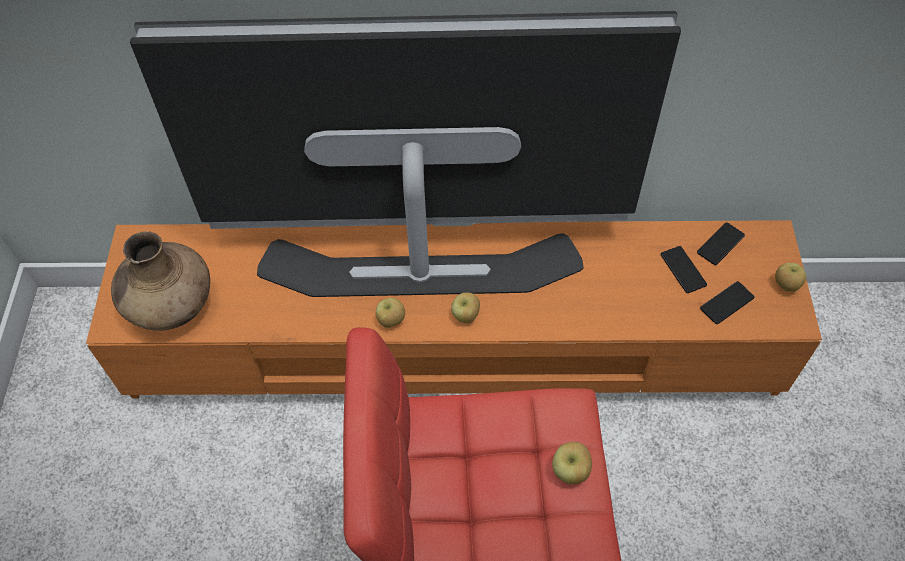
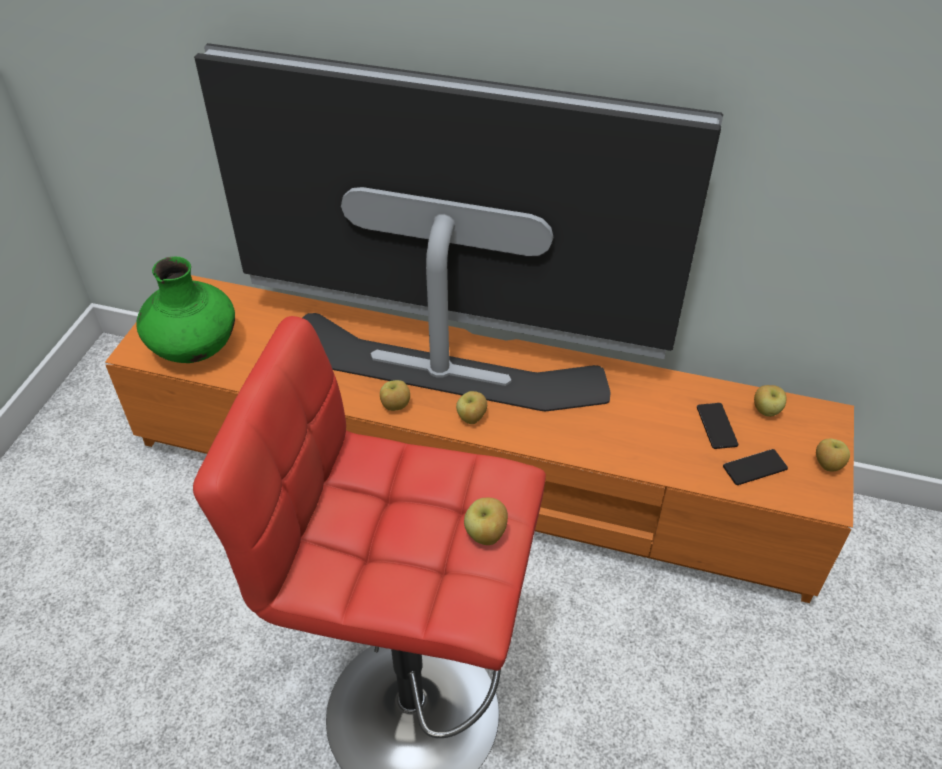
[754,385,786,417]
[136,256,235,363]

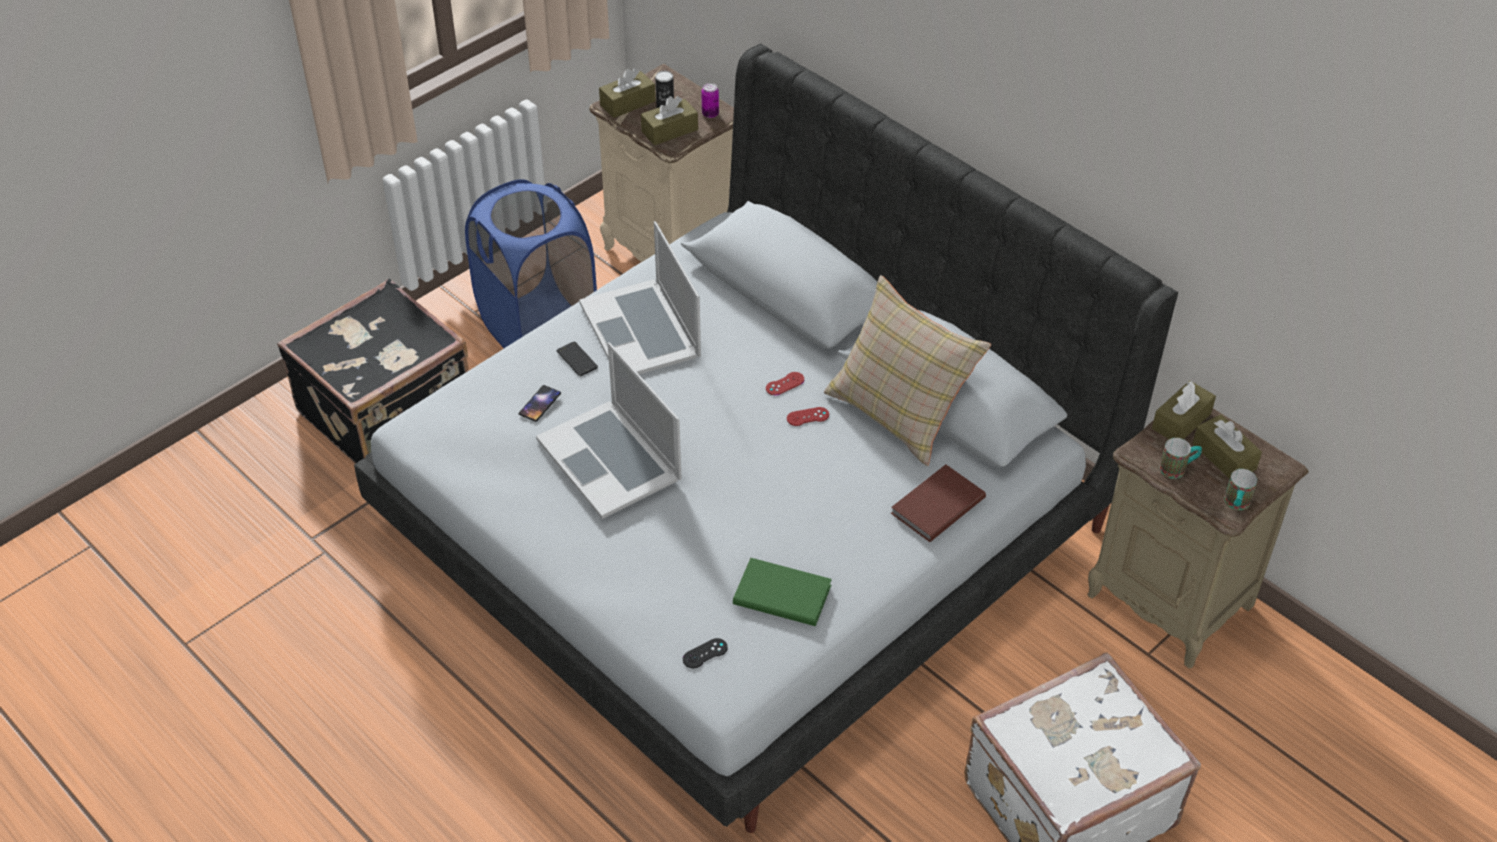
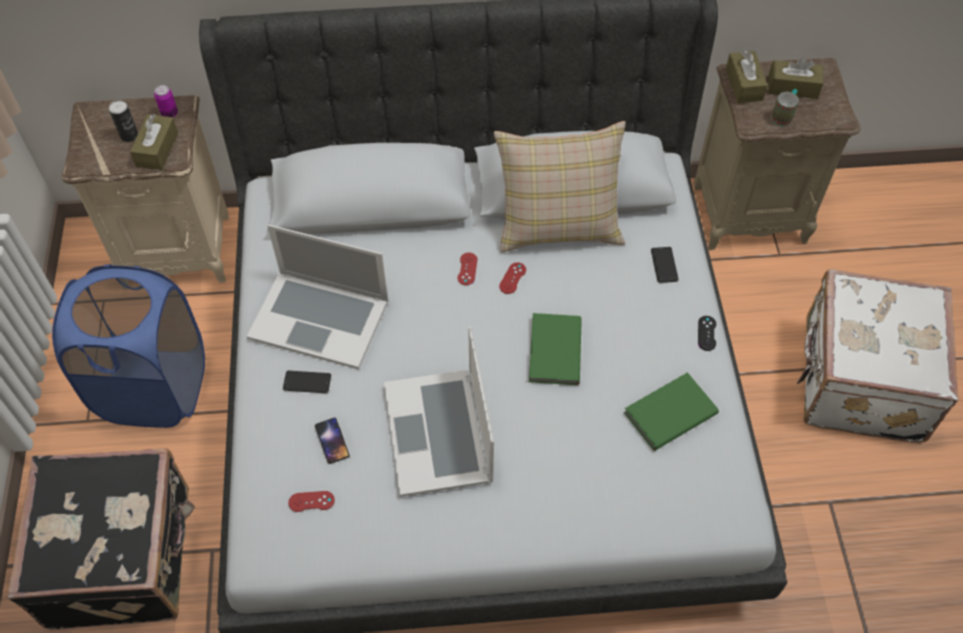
[599,68,656,118] (first image)
[384,327,494,497]
[651,247,679,283]
[1224,469,1257,510] (first image)
[698,316,716,351]
[529,313,582,385]
[288,491,335,512]

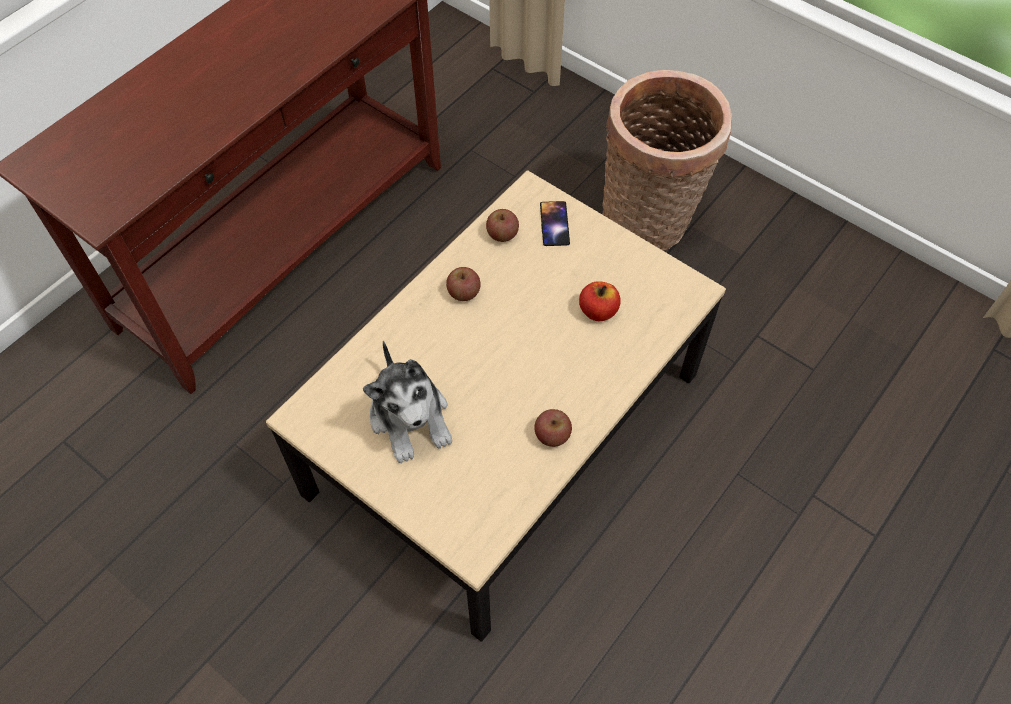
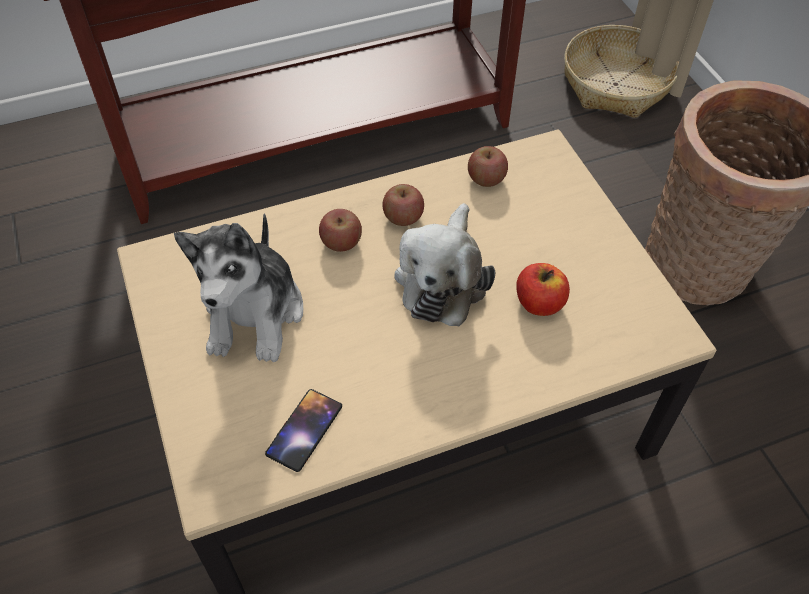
[265,389,342,472]
[319,209,362,252]
[564,25,679,118]
[394,203,496,326]

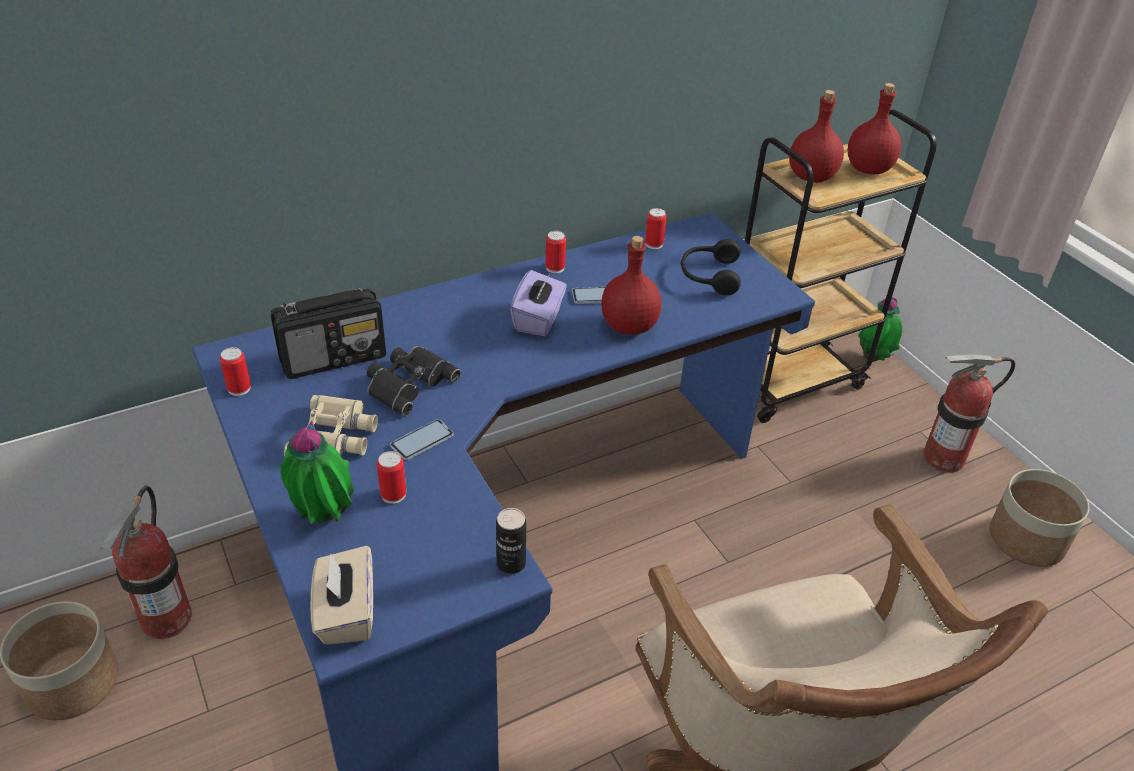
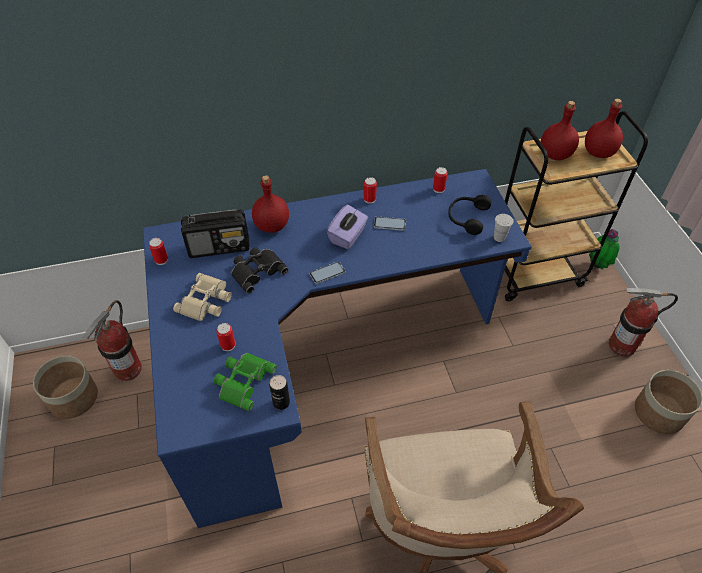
[252,175,289,233]
[309,261,345,284]
[280,421,355,524] (first image)
[311,546,373,645] (first image)
[494,214,513,242]
[213,353,277,411]

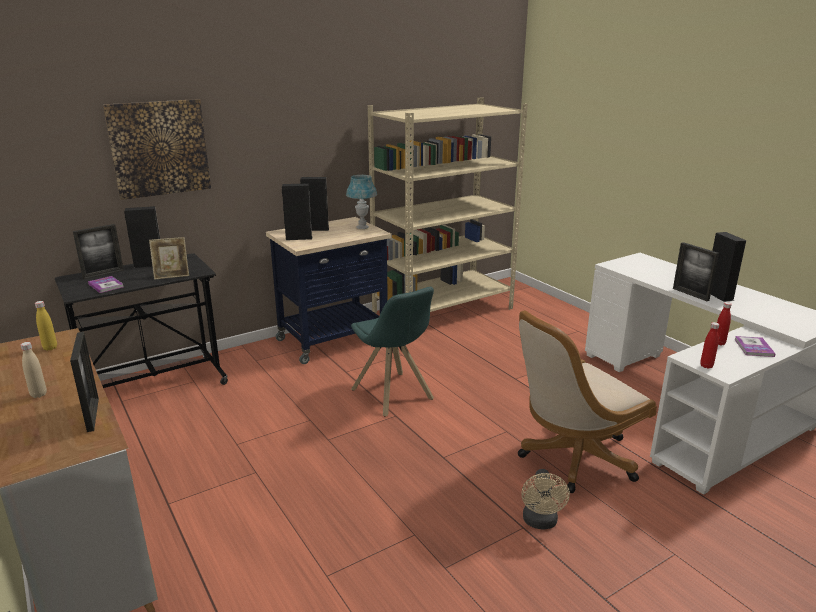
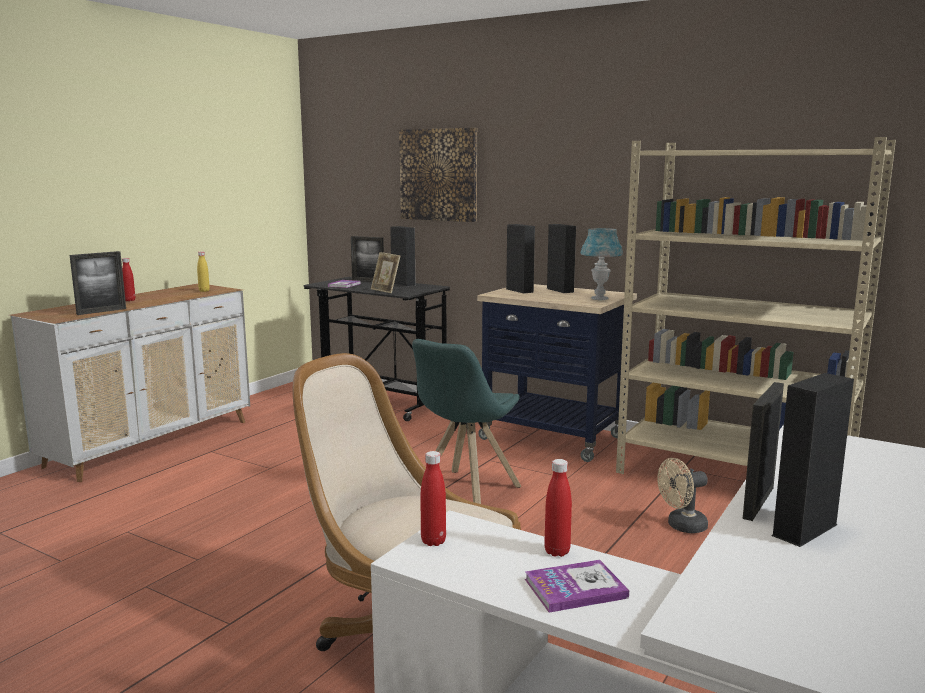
[122,258,135,301]
[657,458,708,533]

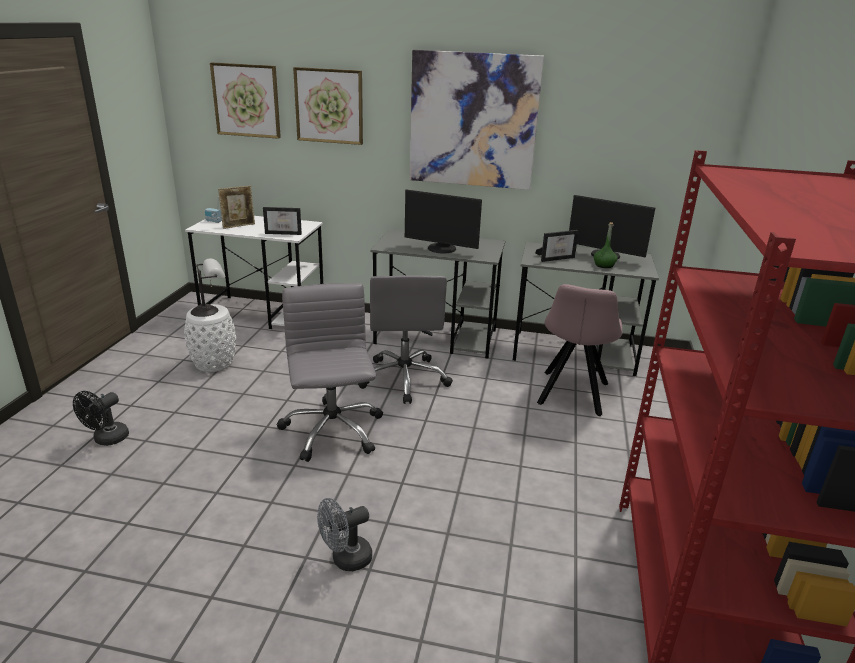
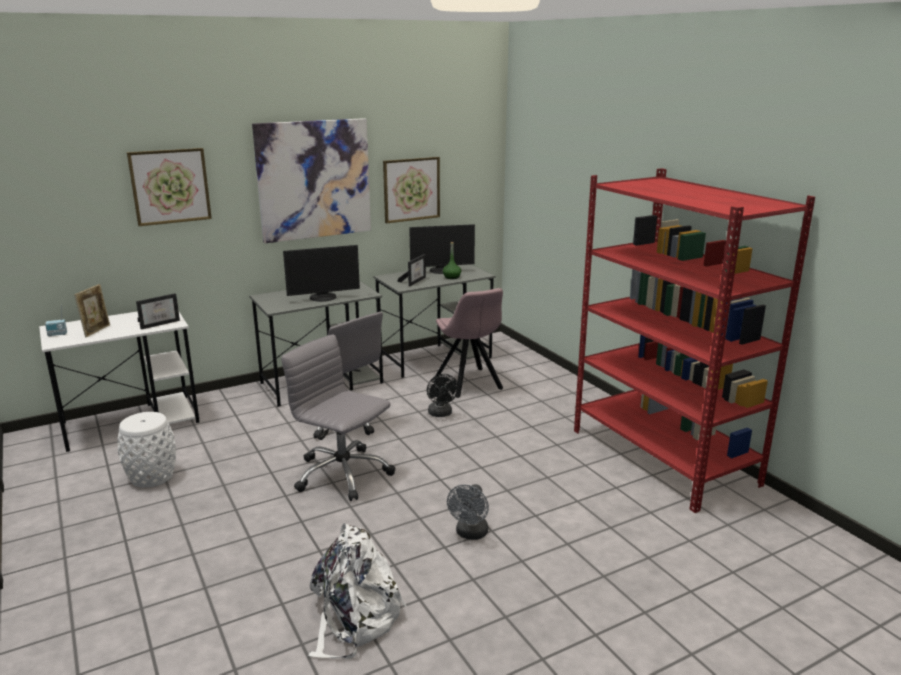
[383,157,440,223]
[191,258,225,317] (first image)
[427,374,459,417]
[308,523,407,659]

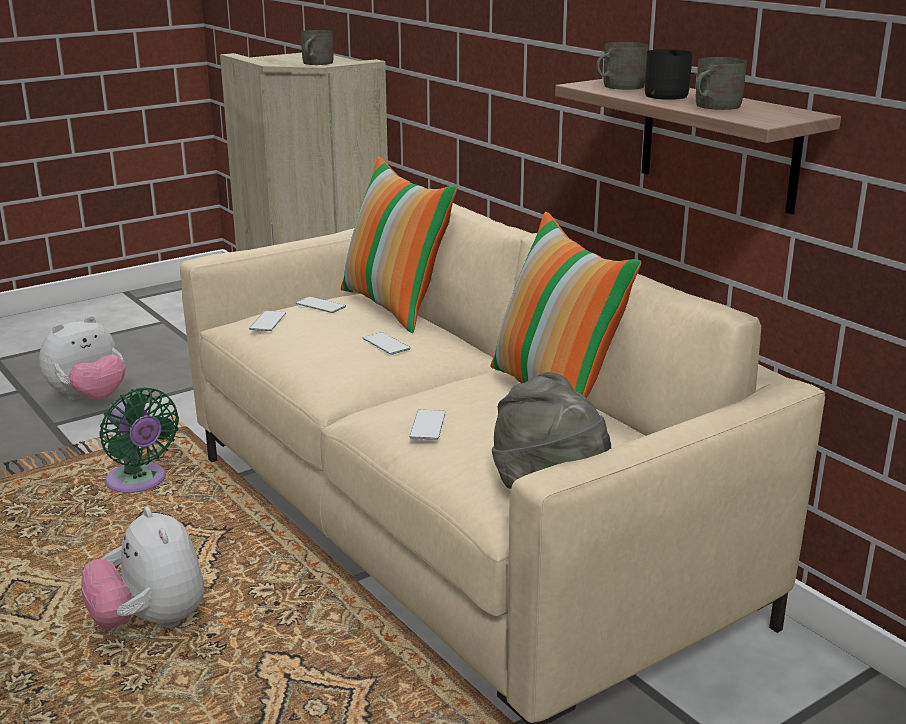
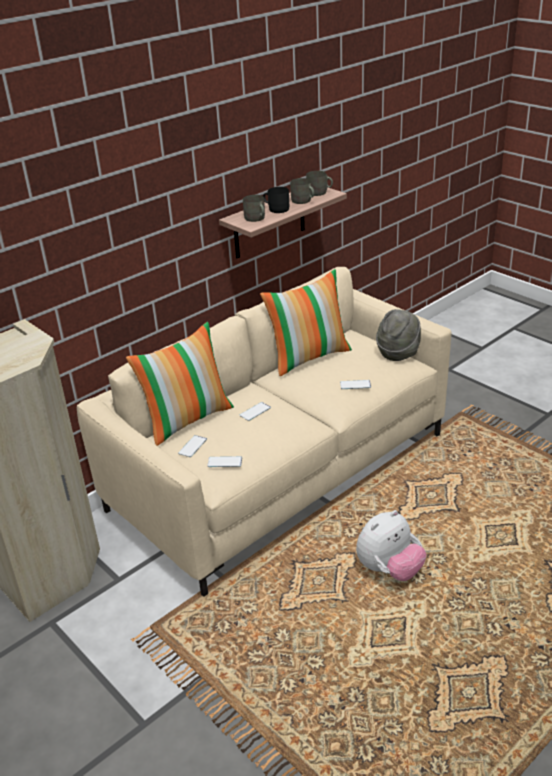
[306,171,333,196]
[39,316,125,400] (first image)
[99,387,179,493] (first image)

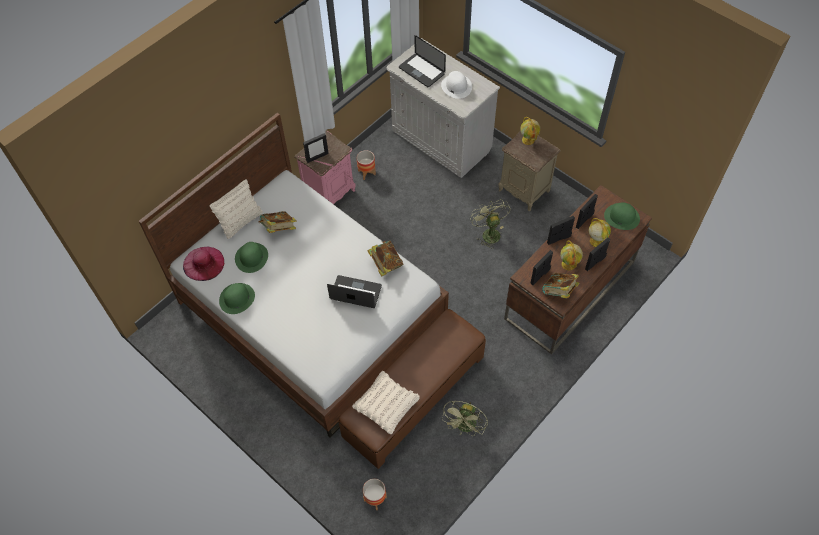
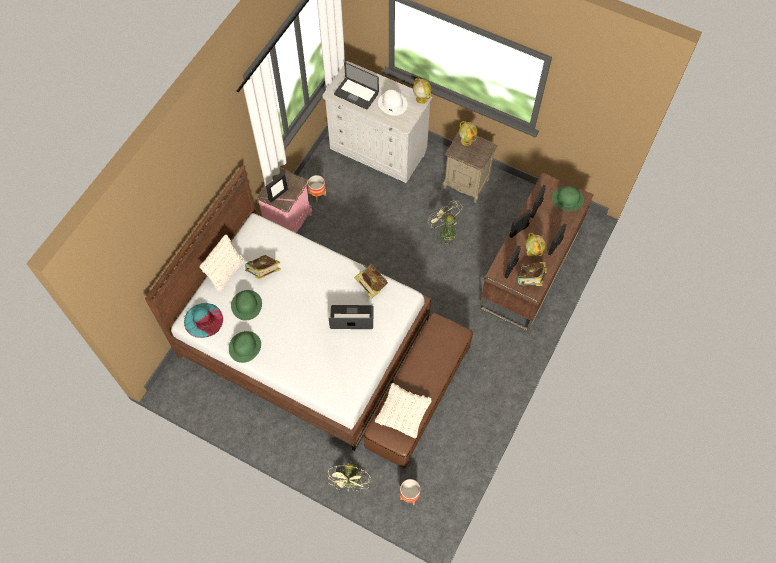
[413,78,431,104]
[184,303,223,338]
[328,462,371,492]

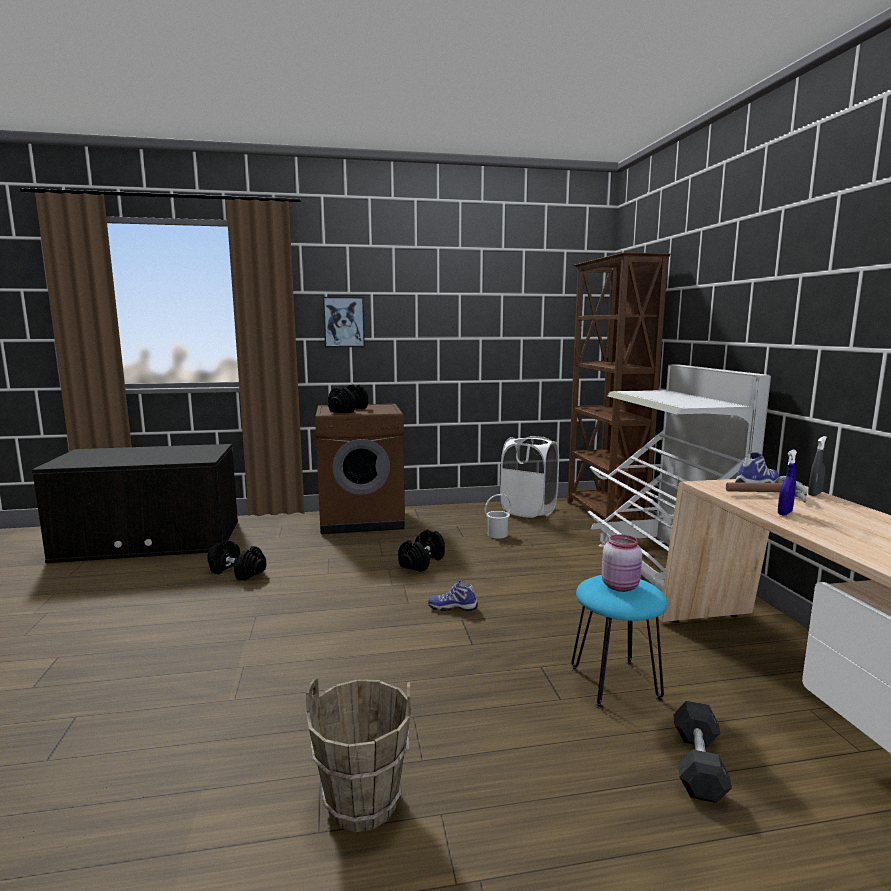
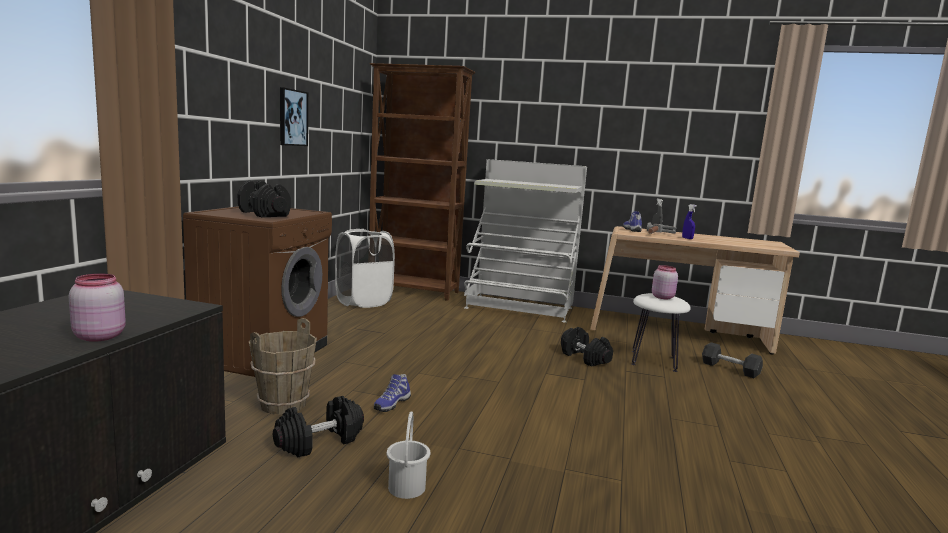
[280,87,308,146]
[386,412,430,499]
[561,327,613,367]
[631,293,691,372]
[374,374,411,412]
[249,318,317,415]
[69,274,126,342]

